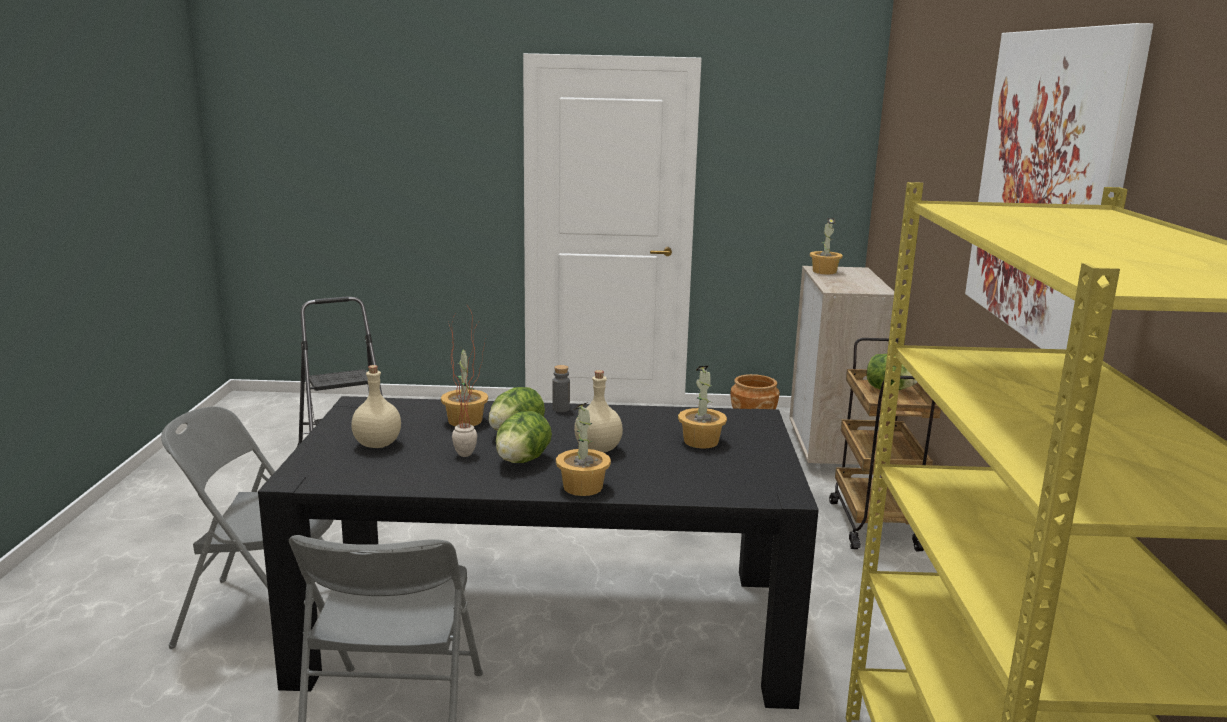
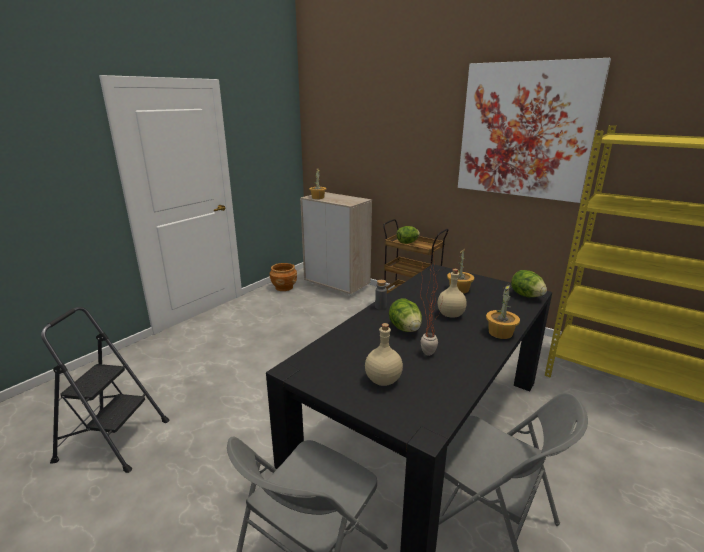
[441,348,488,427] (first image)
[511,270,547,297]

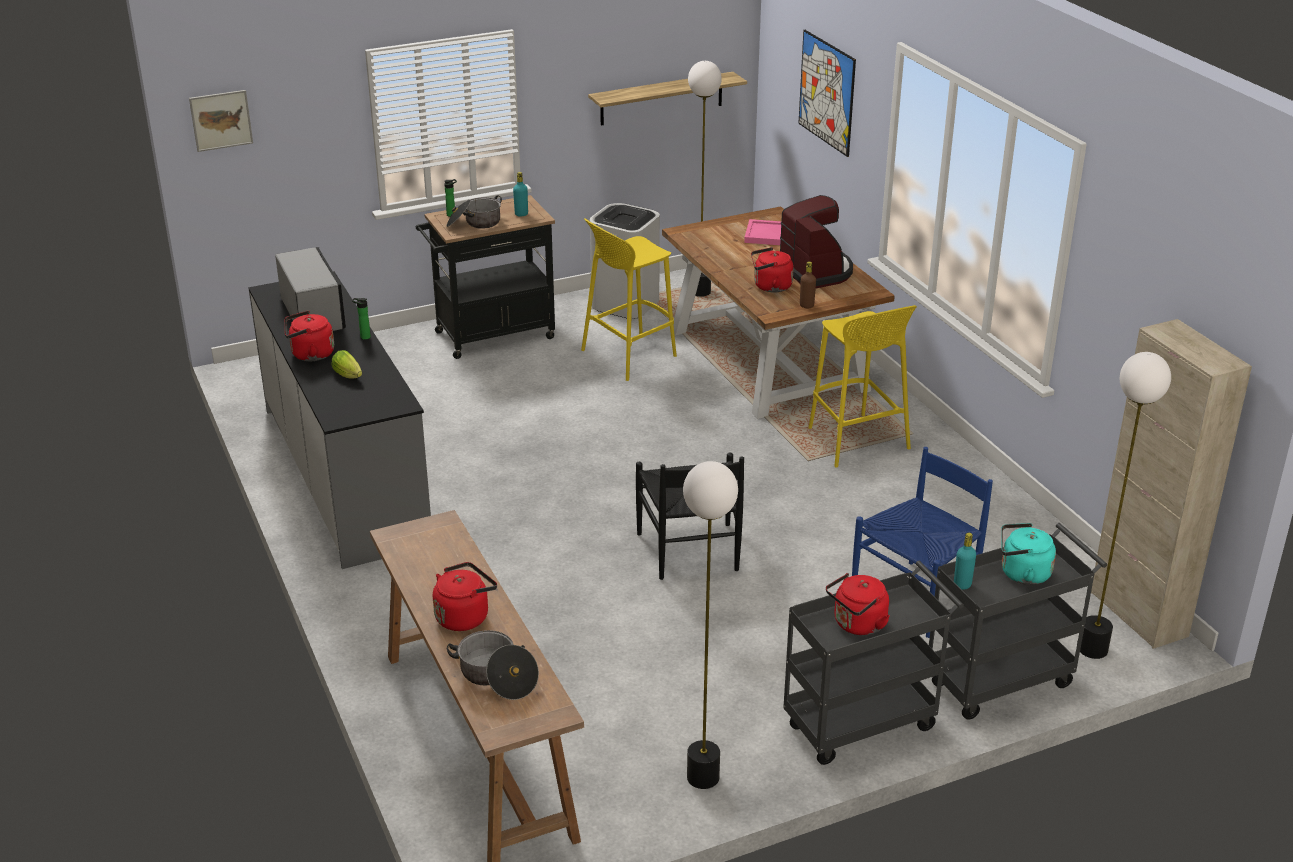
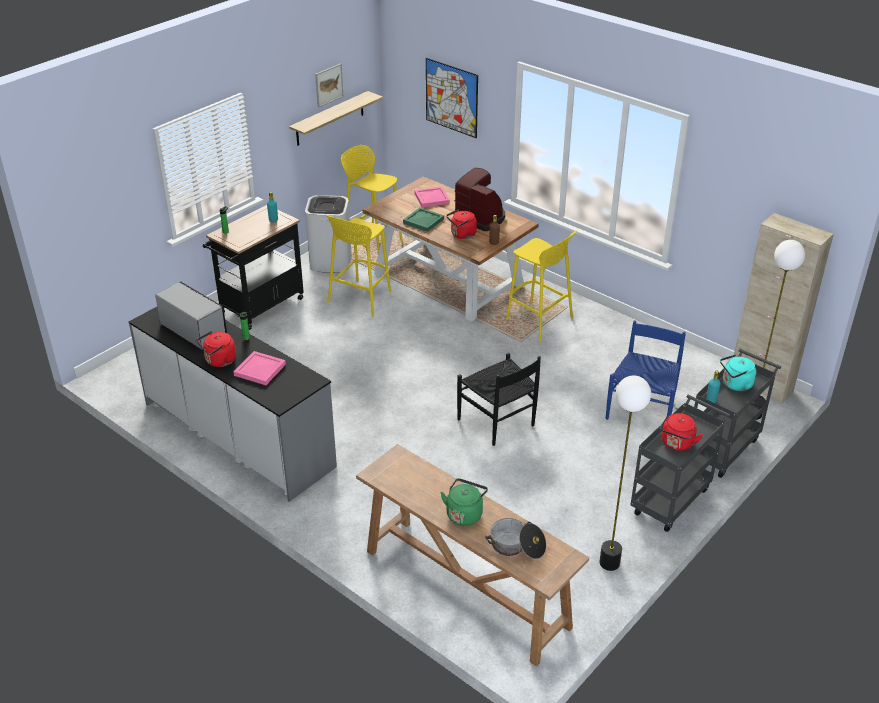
[341,145,403,253]
[315,63,343,108]
[446,196,502,229] (first image)
[233,351,286,385]
[440,478,488,526]
[403,208,444,232]

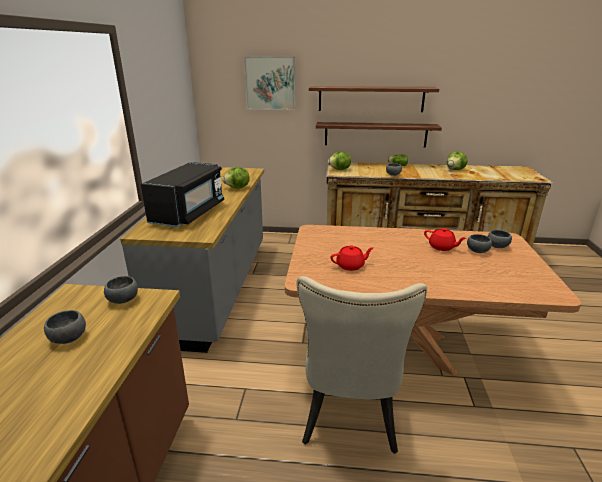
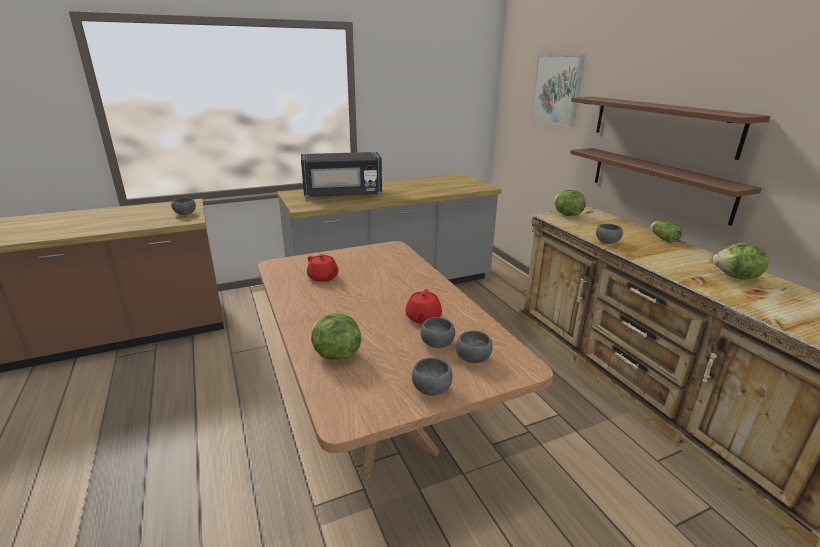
[311,313,361,360]
[297,276,427,454] (first image)
[412,358,452,396]

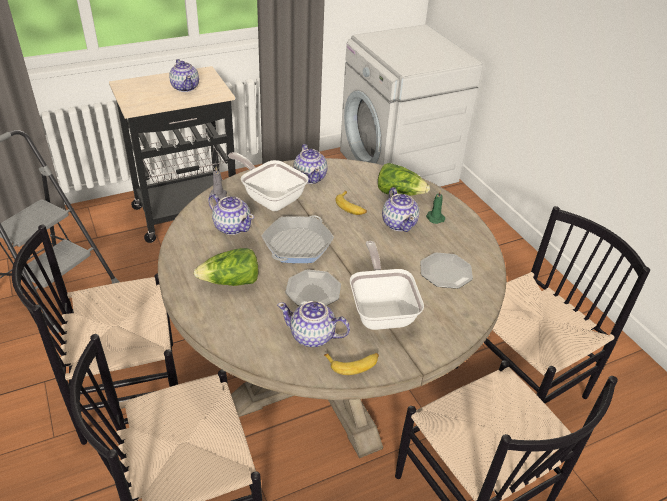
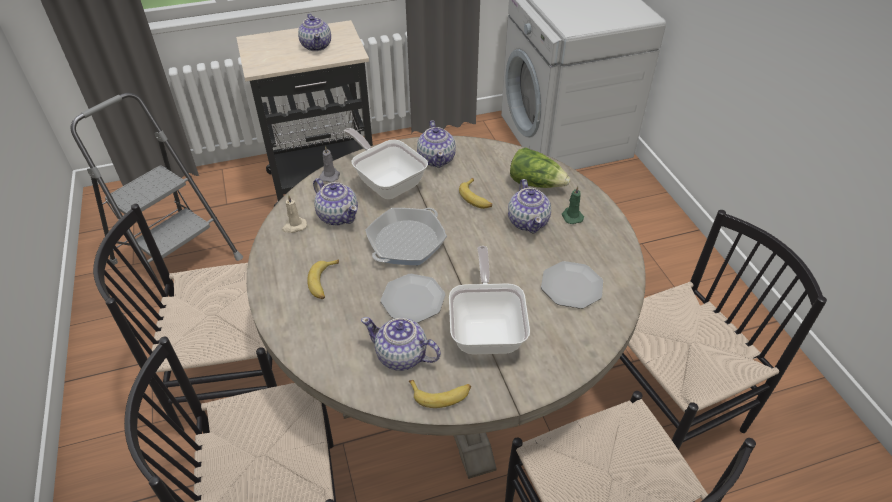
[307,259,339,299]
[282,195,307,233]

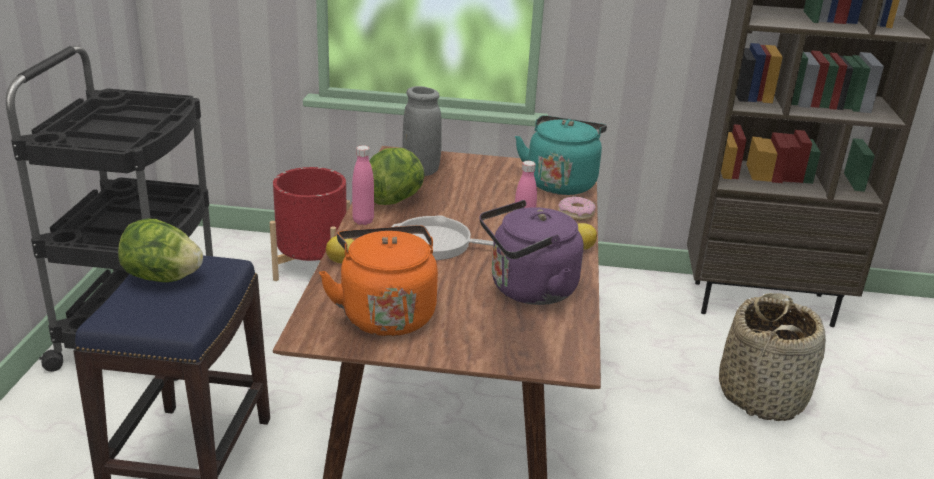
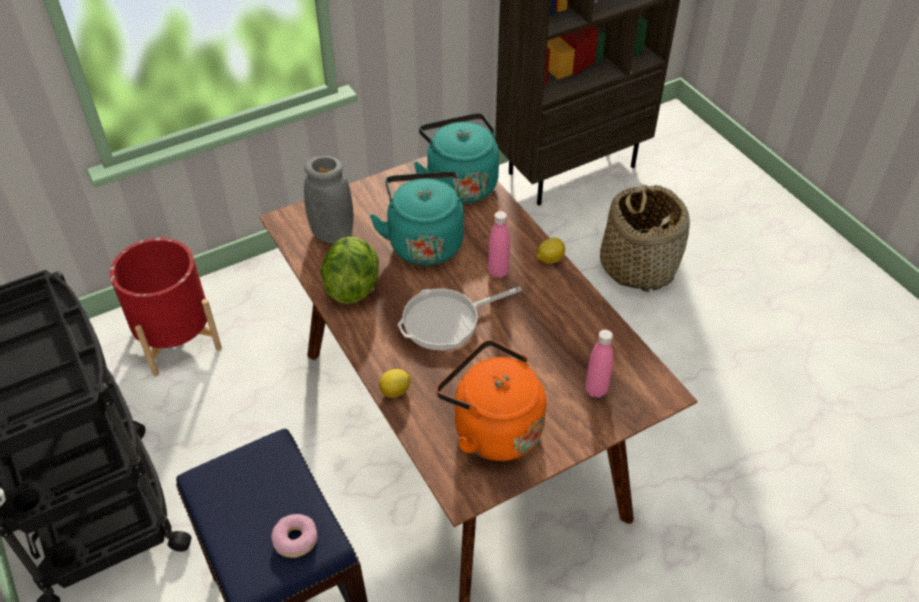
[585,330,613,398]
[271,514,317,558]
[480,200,584,305] (first image)
[118,218,203,282] (first image)
[370,171,464,266]

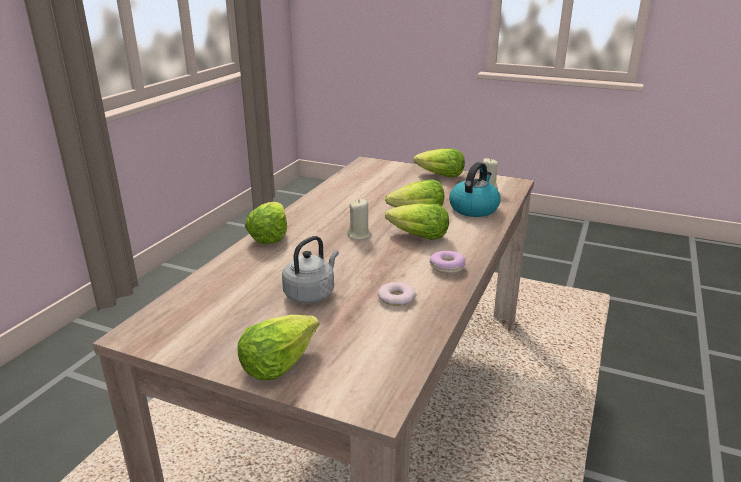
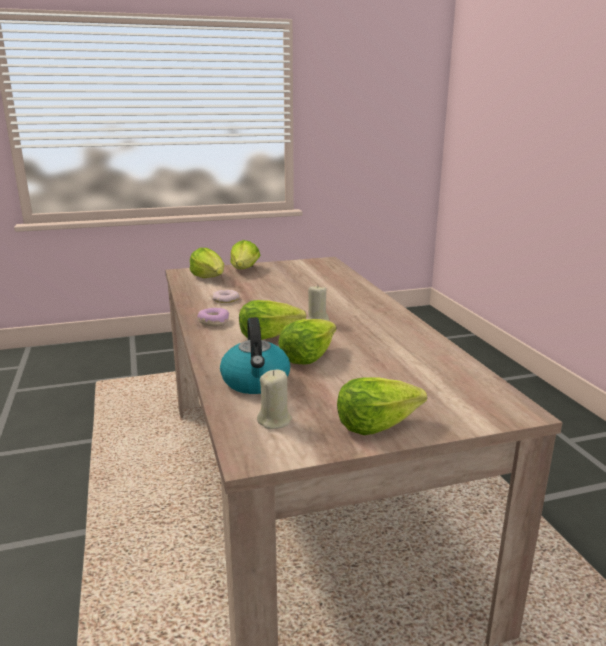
[190,248,224,278]
[282,236,339,303] (first image)

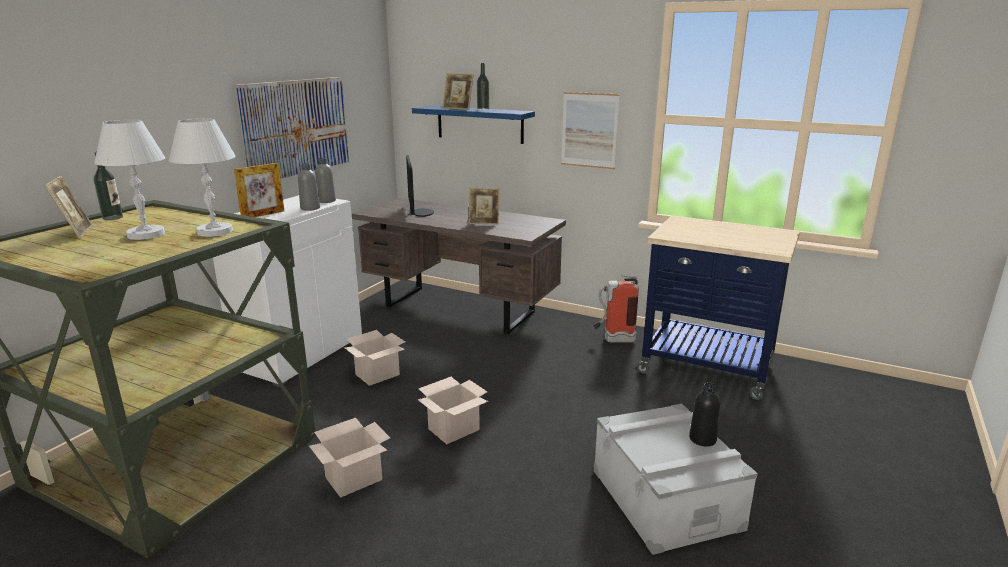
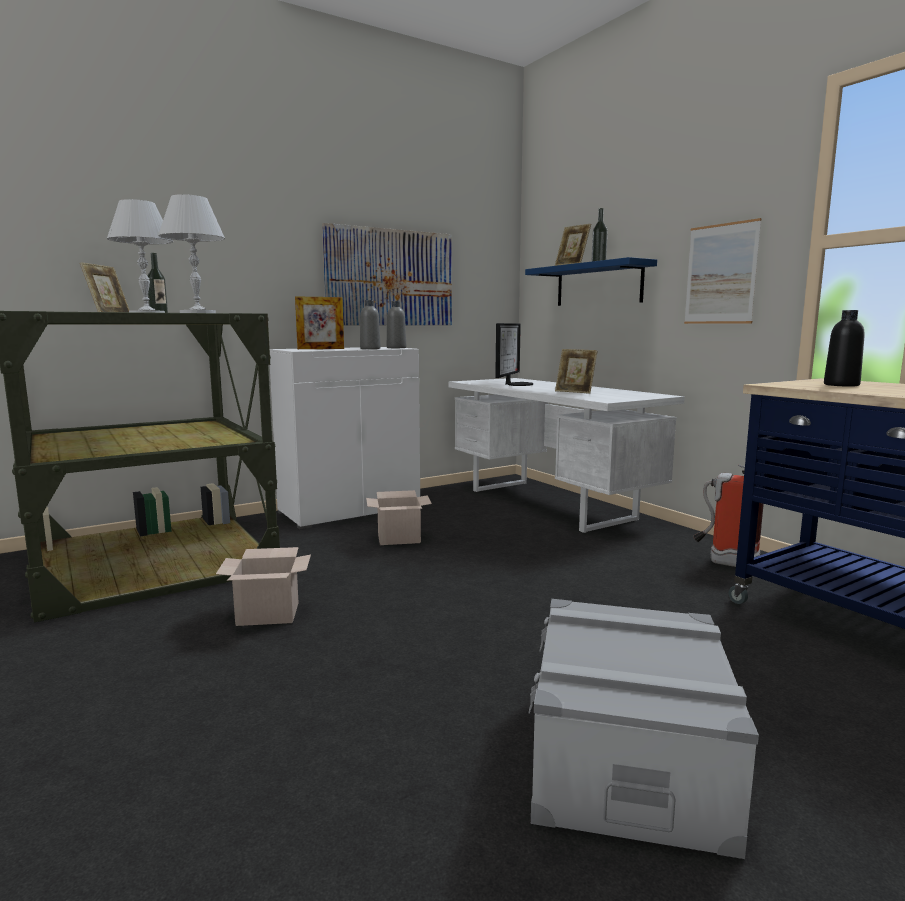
[448,378,685,533]
[418,377,489,444] (first image)
[824,310,865,387]

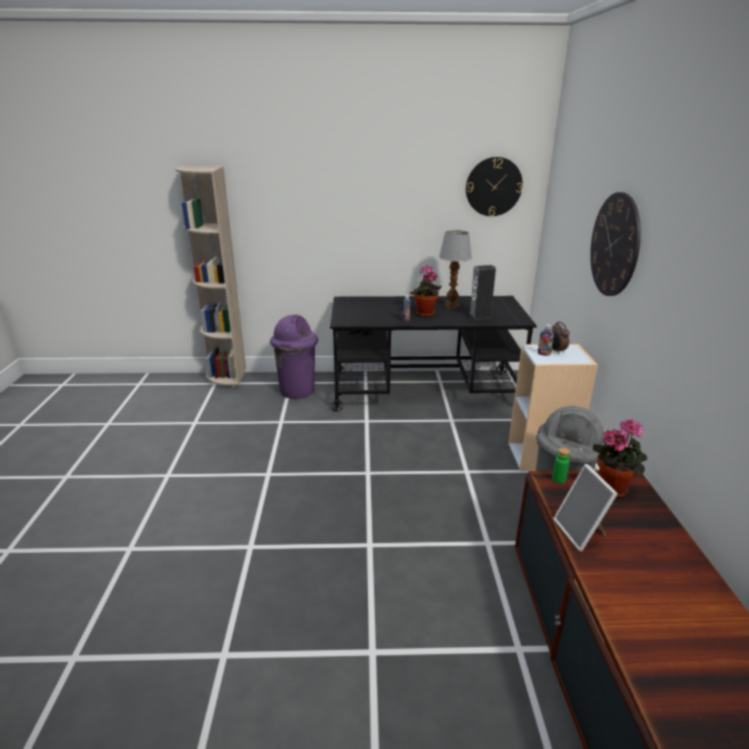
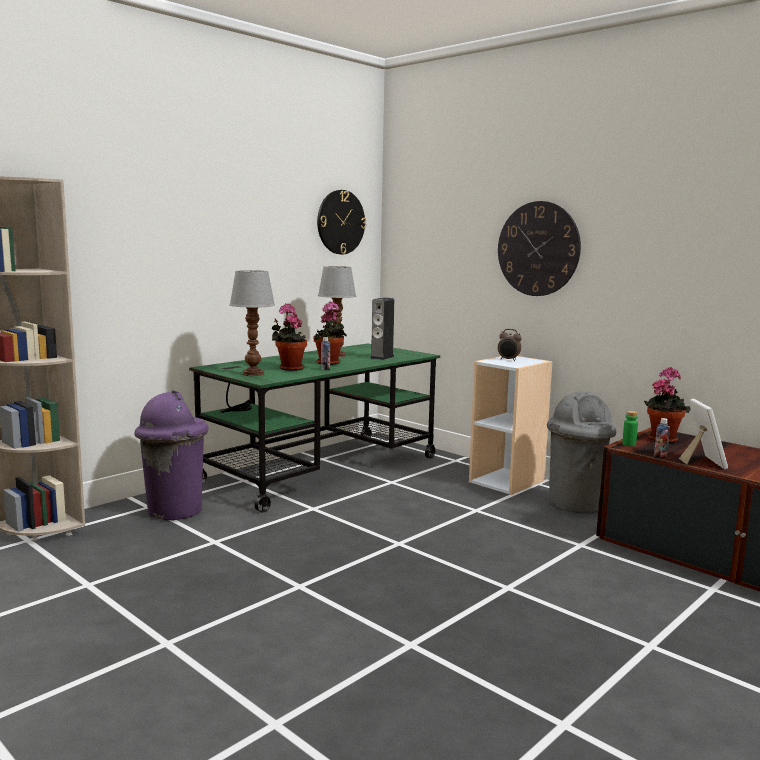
[189,344,440,512]
[654,418,670,459]
[679,399,728,469]
[230,270,275,376]
[271,303,307,371]

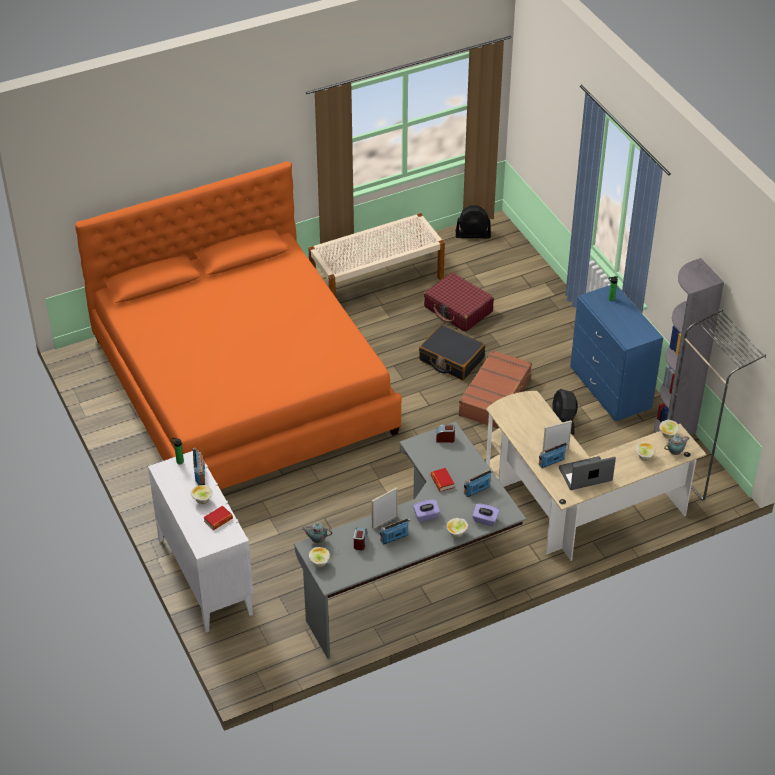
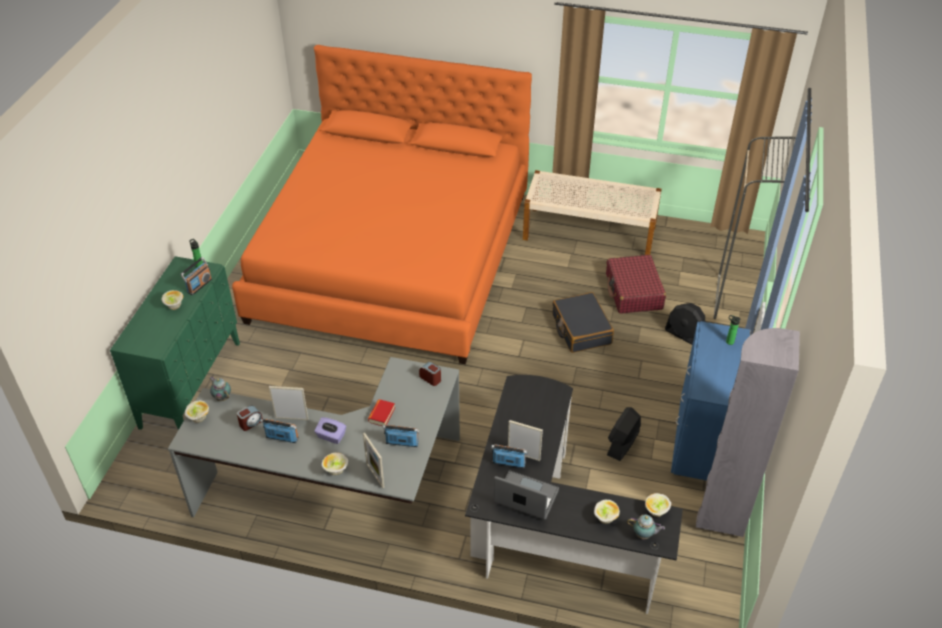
[665,303,705,345]
[713,136,796,319]
[458,350,532,429] (first image)
[465,375,683,614]
[110,256,240,430]
[363,433,385,488]
[204,506,233,530] (first image)

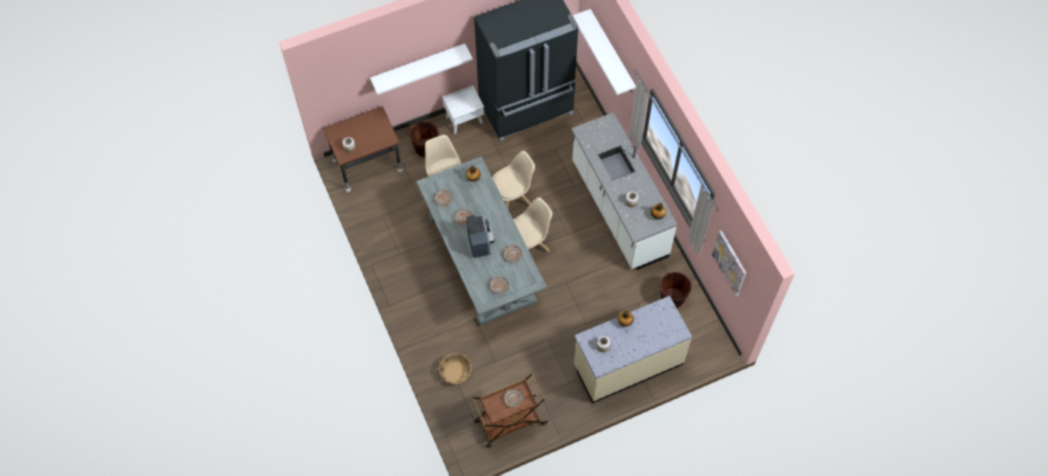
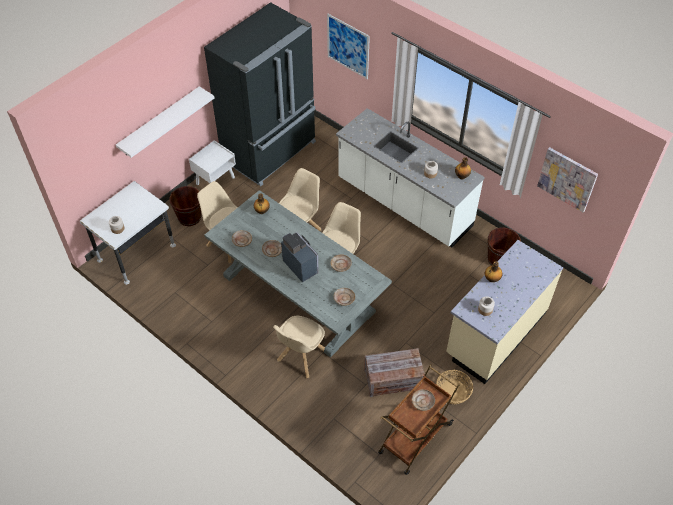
[327,14,370,79]
[80,181,176,285]
[436,370,473,404]
[273,316,325,378]
[364,348,426,397]

